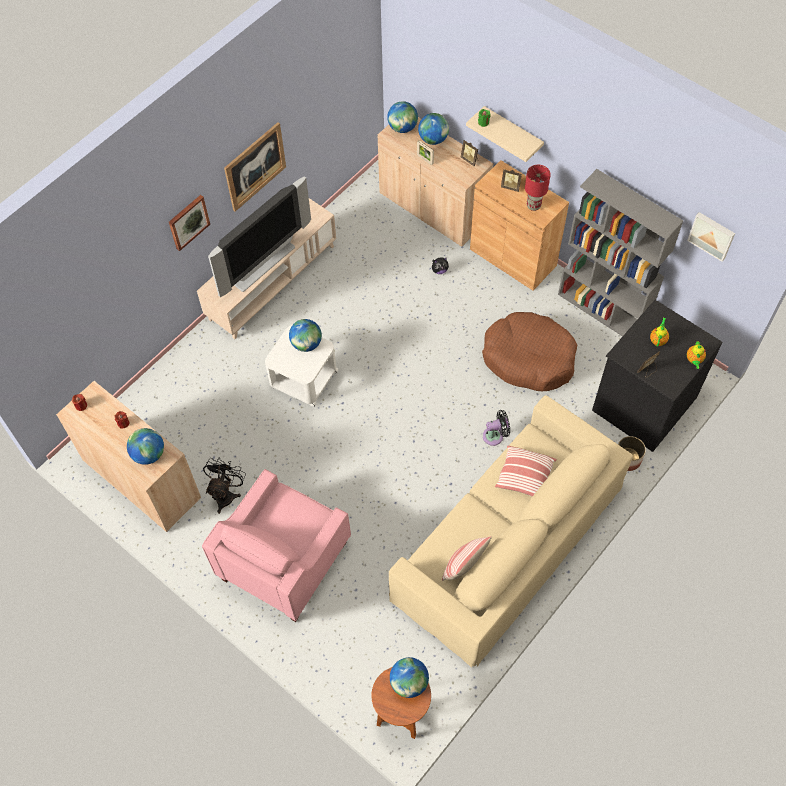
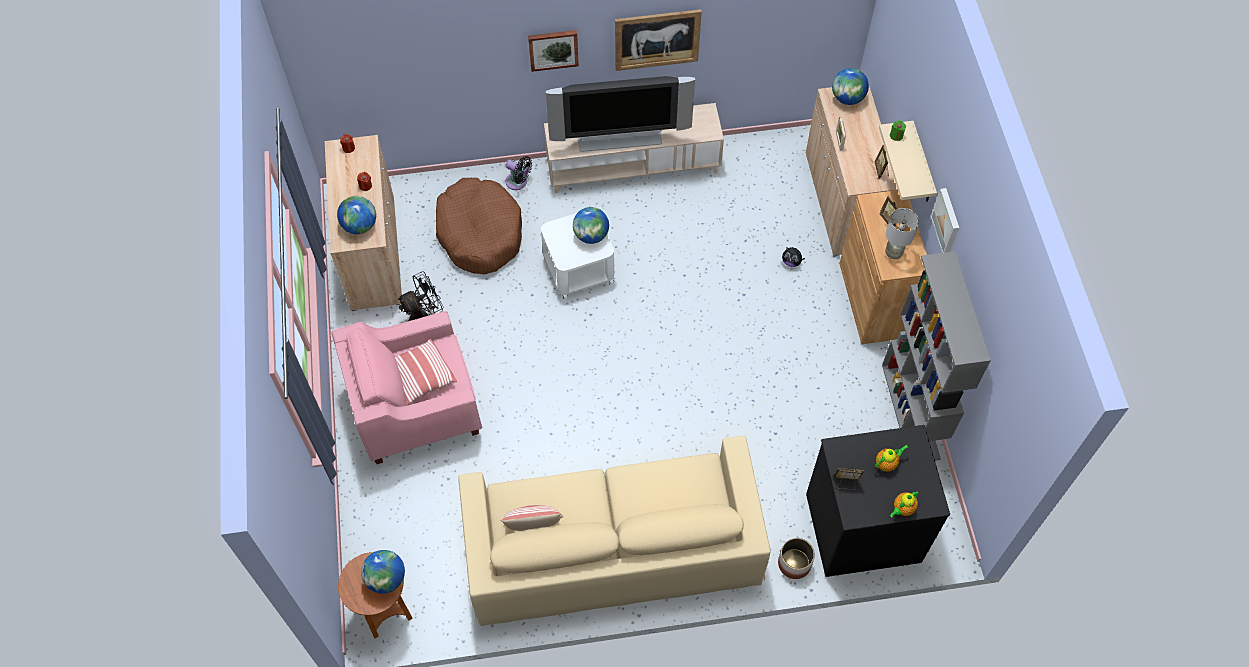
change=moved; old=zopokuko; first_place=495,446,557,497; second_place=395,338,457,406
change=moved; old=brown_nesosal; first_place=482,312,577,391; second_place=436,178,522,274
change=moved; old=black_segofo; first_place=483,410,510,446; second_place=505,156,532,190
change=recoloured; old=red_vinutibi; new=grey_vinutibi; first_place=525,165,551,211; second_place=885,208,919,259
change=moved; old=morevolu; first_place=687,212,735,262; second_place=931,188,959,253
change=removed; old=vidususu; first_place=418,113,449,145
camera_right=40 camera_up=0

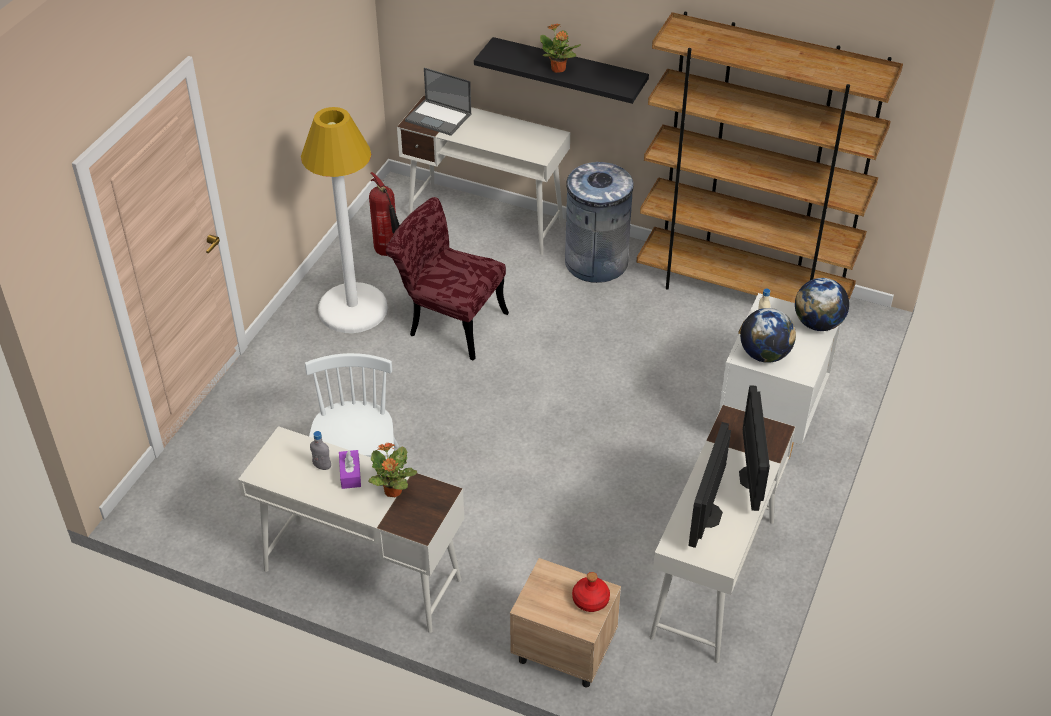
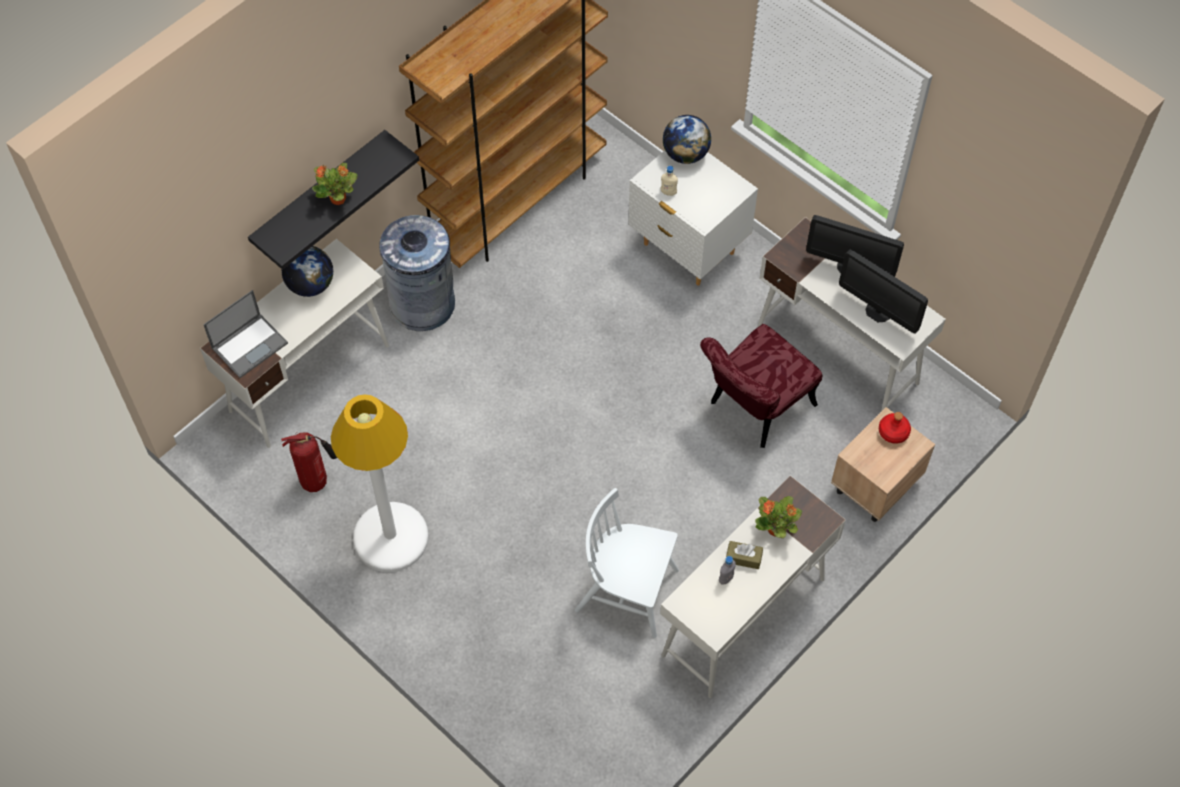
change=moved; old=vidususu; first_place=740,308,796,363; second_place=281,246,333,297
change=moved; old=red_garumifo; first_place=386,197,509,361; second_place=700,324,822,448
change=recoloured; old=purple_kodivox; new=brown_kodivox; first_place=339,450,361,489; second_place=726,541,763,569
camera_right=-70 camera_up=15

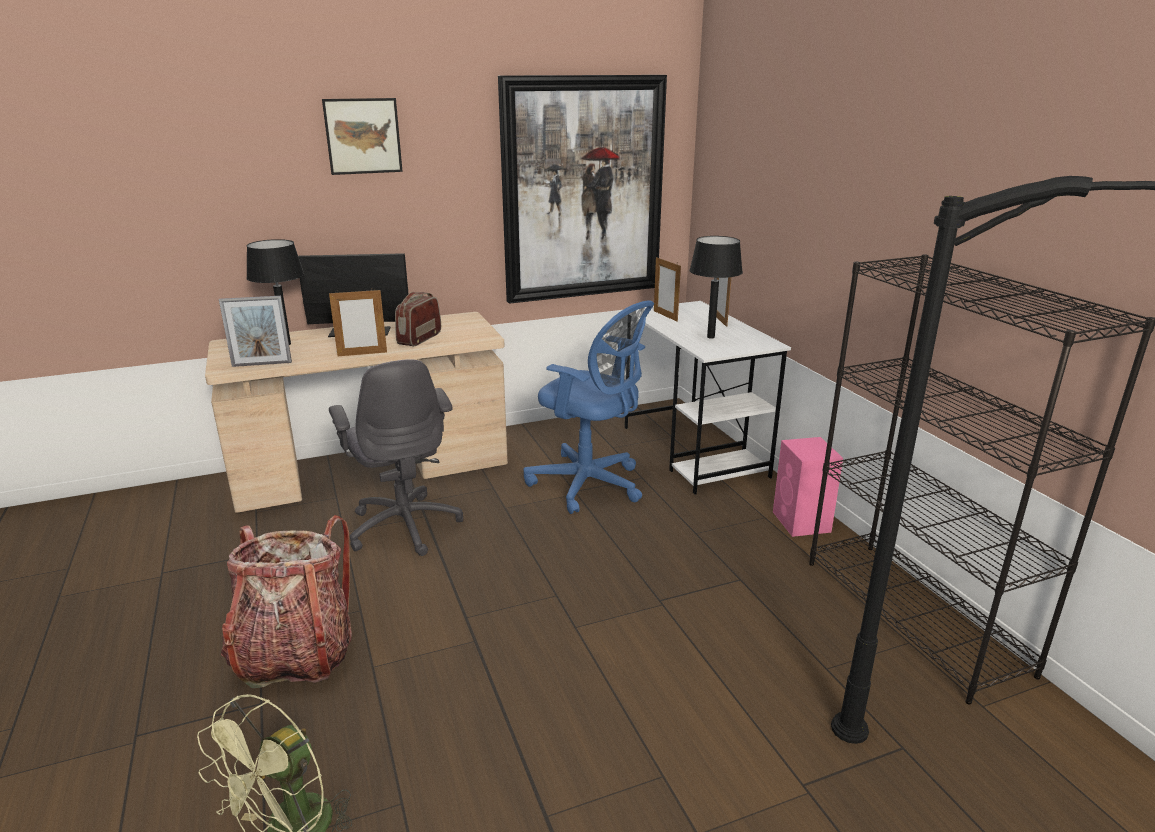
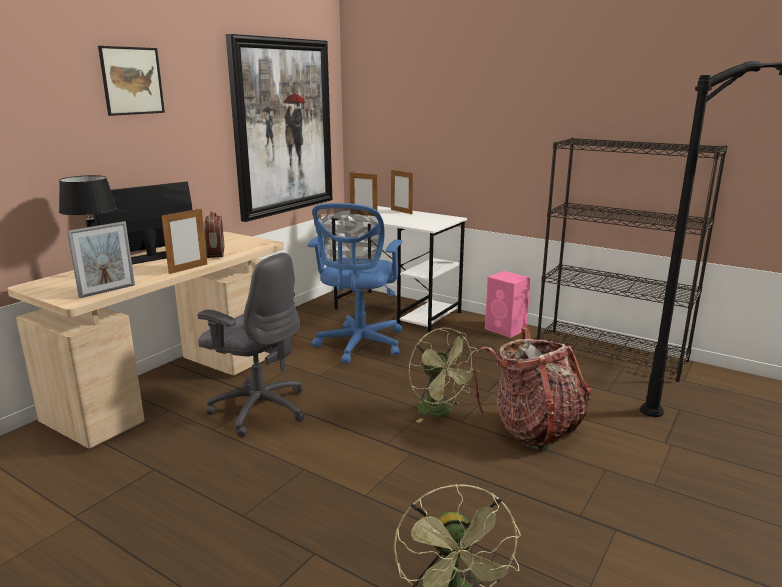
change=turned; old=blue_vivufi; first_place=523,300,654,514; second_place=307,203,403,364; degrees=105
change=added; new=green_segofo; second_place=409,328,479,423
change=moved; old=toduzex; first_place=221,515,352,688; second_place=473,326,591,450
change=removed; old=black_vinutibi; first_place=689,236,743,339
camera_right=-35 camera_up=-5

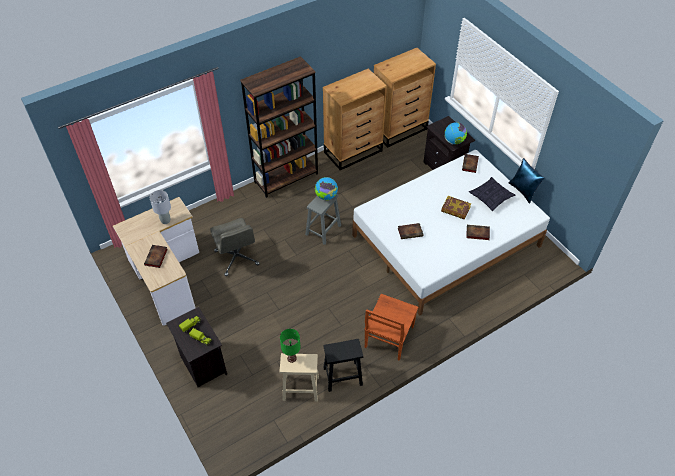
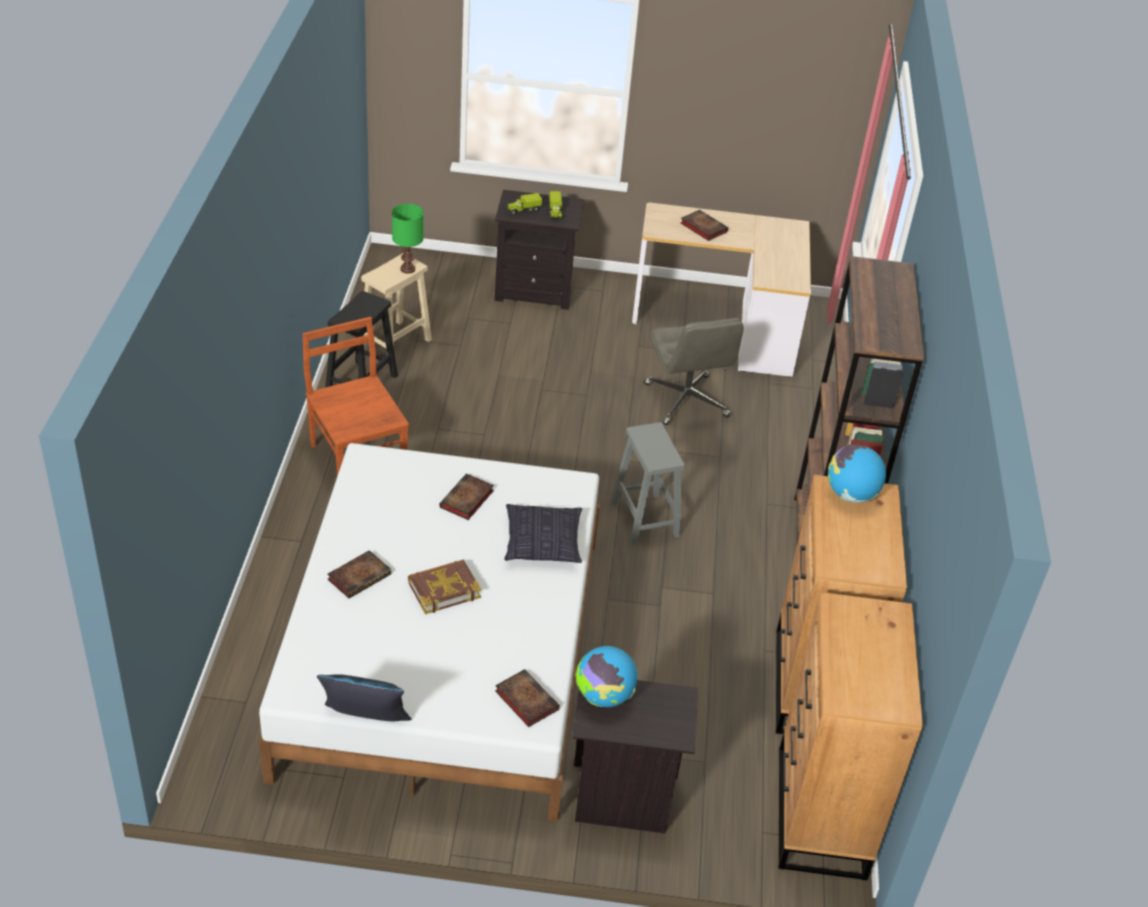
change=moved; old=zopokuko; first_place=469,177,515,211; second_place=504,504,582,563
change=turned; old=grey_vivufi; first_place=210,218,260,276; second_place=644,318,744,425; degrees=-120
change=moved; old=vidususu; first_place=315,177,338,200; second_place=828,444,886,503
change=removed; old=grey_vinutibi; first_place=150,190,171,224
camera_right=125 camera_up=-10

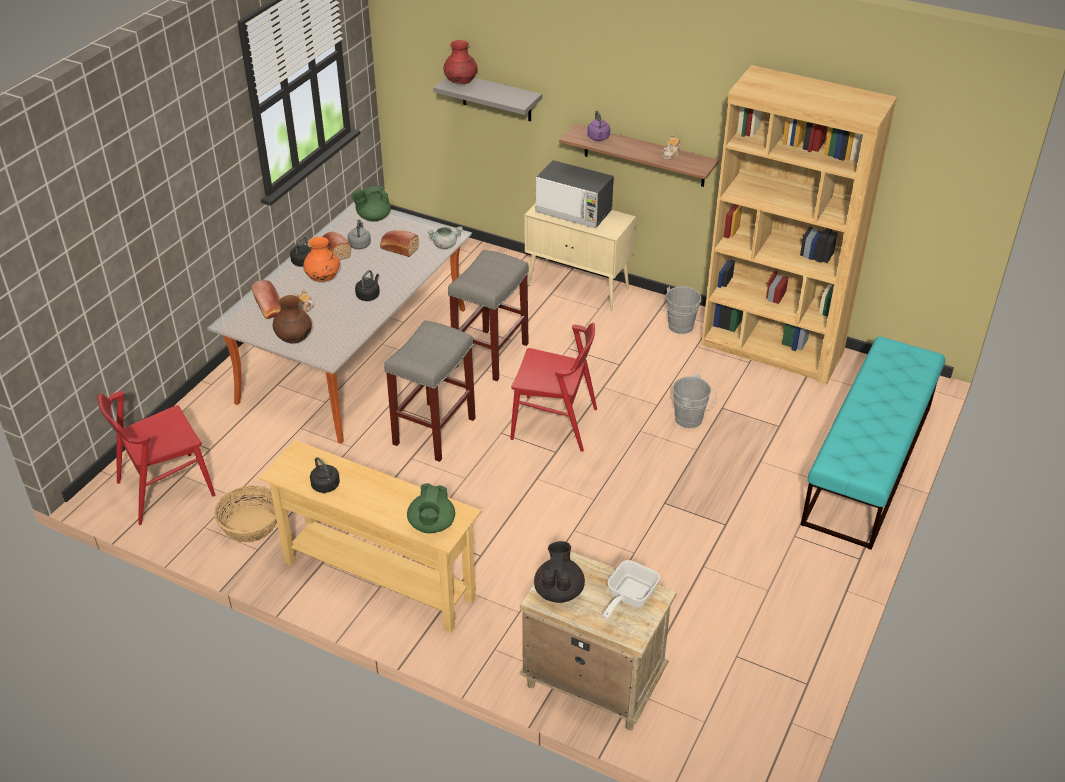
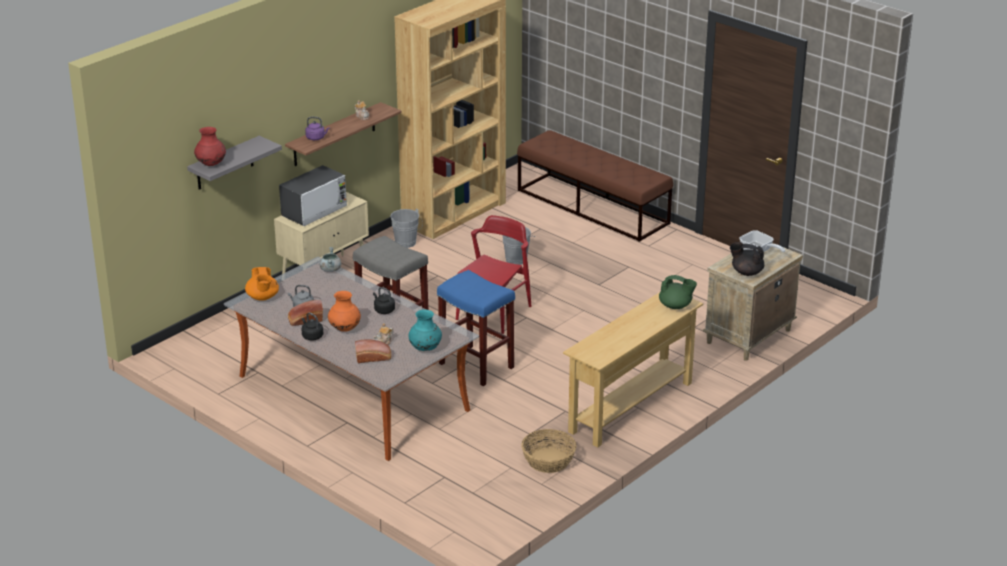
change=recoloured; old=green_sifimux; new=orange_sifimux; first_place=352,185,391,221; second_place=245,267,279,301
change=recoloured; old=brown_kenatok; new=turquoise_kenatok; first_place=273,295,312,343; second_place=408,309,442,351
change=recoloured; old=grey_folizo; new=blue_folizo; first_place=384,320,476,462; second_place=437,270,515,386
change=recoloured; old=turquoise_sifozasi; new=brown_sifozasi; first_place=801,336,945,550; second_place=517,130,673,242
change=removed; old=red_garumifo; first_place=97,391,215,525
change=removed; old=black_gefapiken; first_place=310,457,340,493
change=removed; old=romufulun; first_place=380,230,419,257
camera_right=-75 camera_up=-10

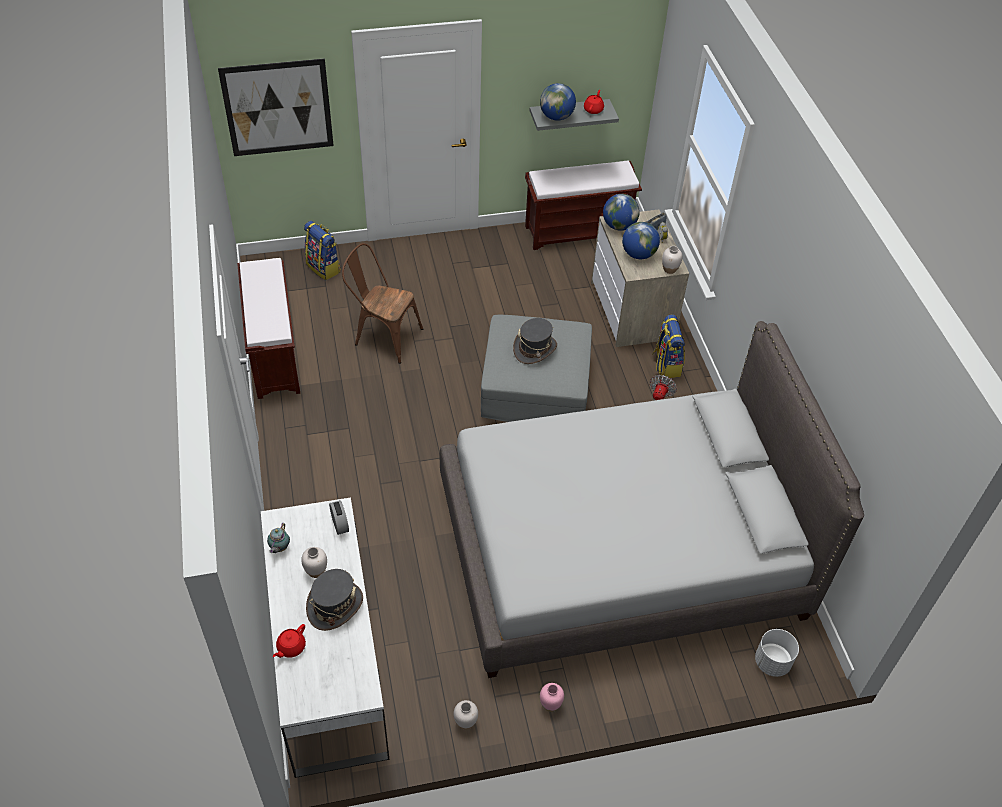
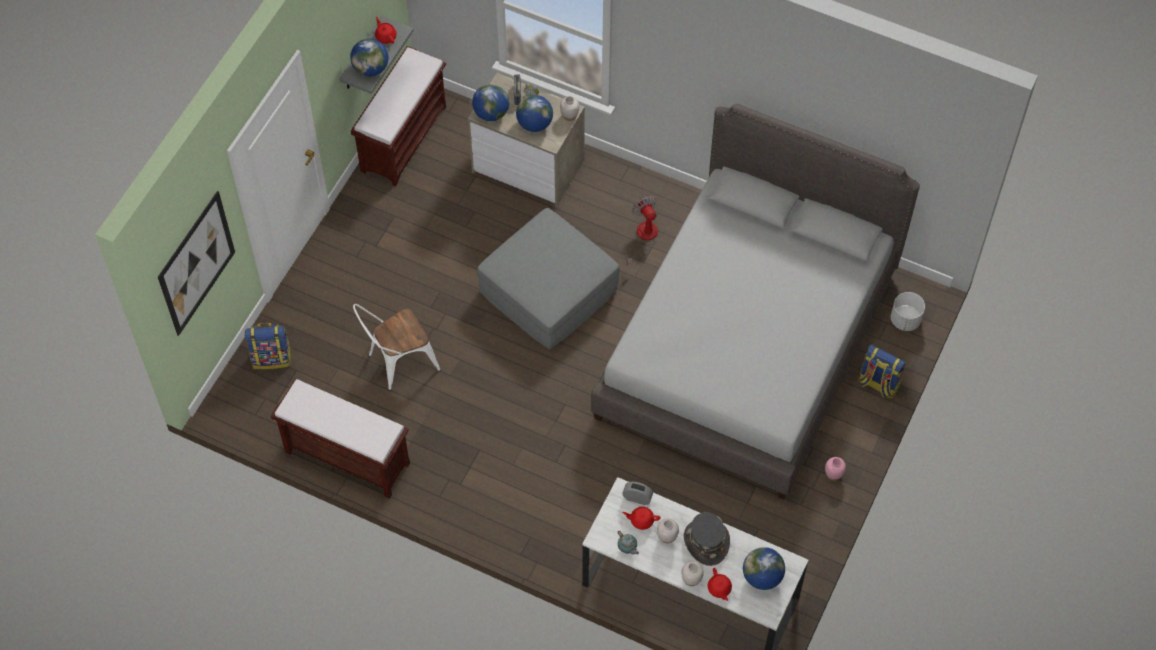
change=recoloured; old=brown_garumifo; new=white_garumifo; first_place=342,243,423,364; second_place=353,304,440,391
change=added; new=red_sifimux; second_place=622,506,661,530
change=moved; old=white_kenatok; first_place=454,700,478,730; second_place=681,561,704,586
change=added; new=vidususu; second_place=743,547,785,590
change=moved; old=toduzex; first_place=652,314,685,378; second_place=858,344,906,399
change=removed; old=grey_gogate; first_place=513,318,557,364
camera_right=-50 camera_up=10

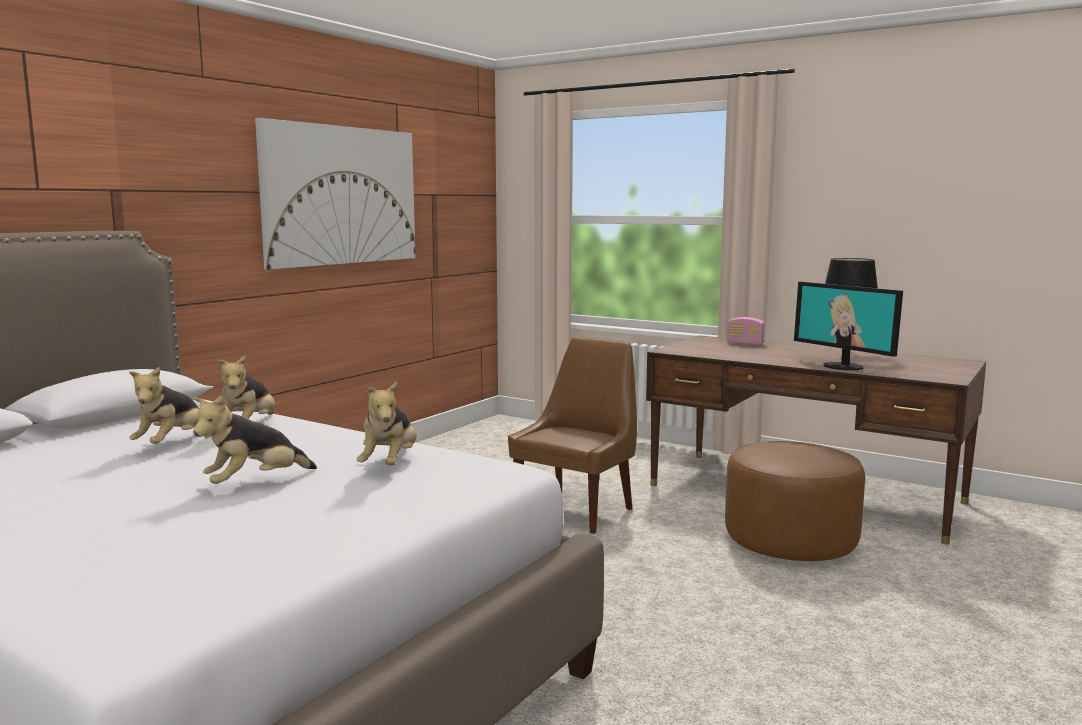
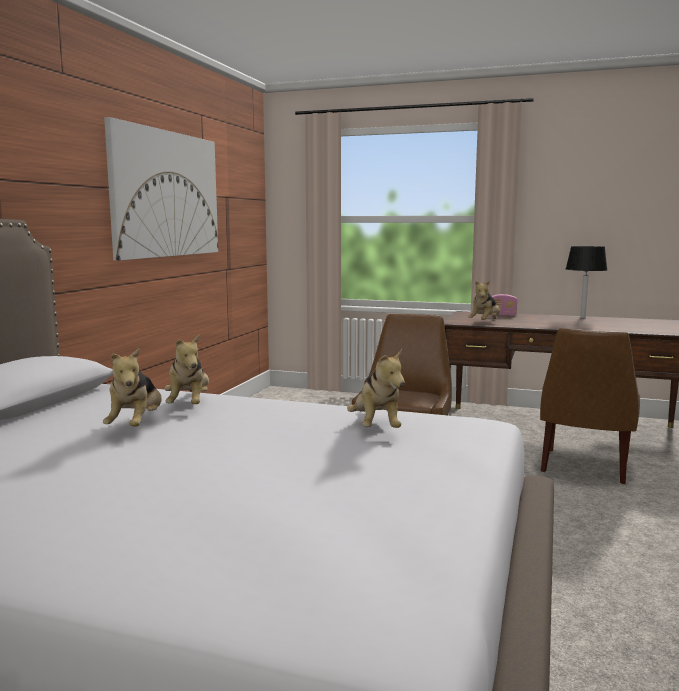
change=moved; old=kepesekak; first_place=193,395,317,484; second_place=468,280,500,320
change=replaced; old=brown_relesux; new=brown_garumifo; first_place=725,441,865,561; second_place=540,328,640,484
change=removed; old=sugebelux; first_place=794,282,903,370
camera_right=-15 camera_up=0

